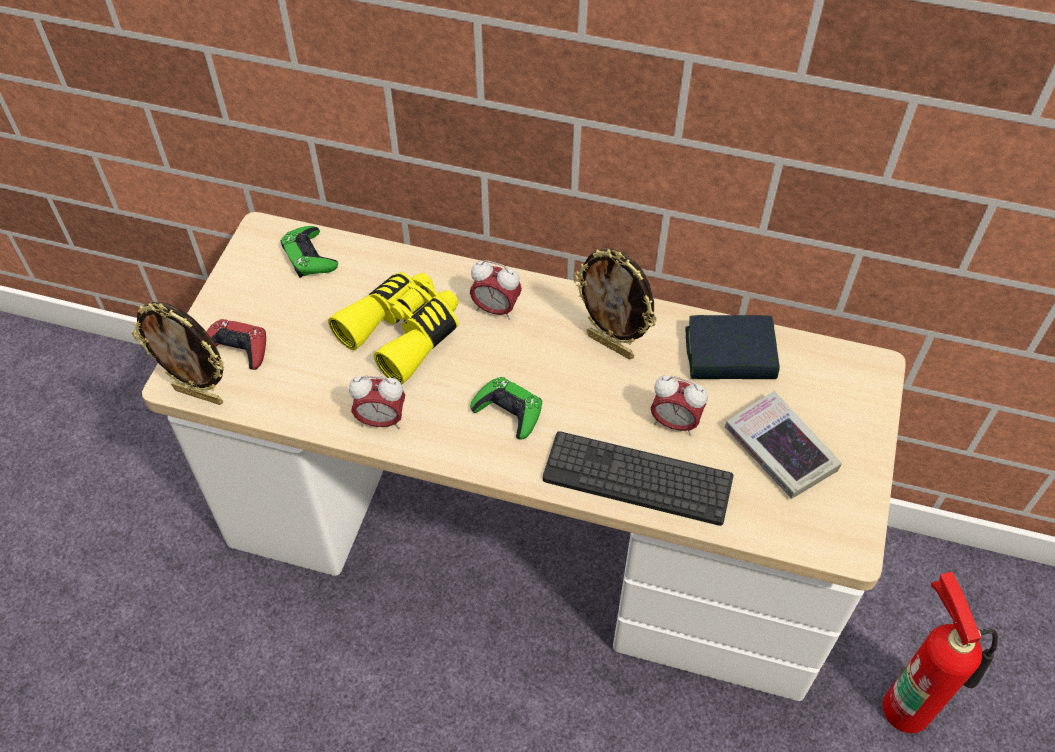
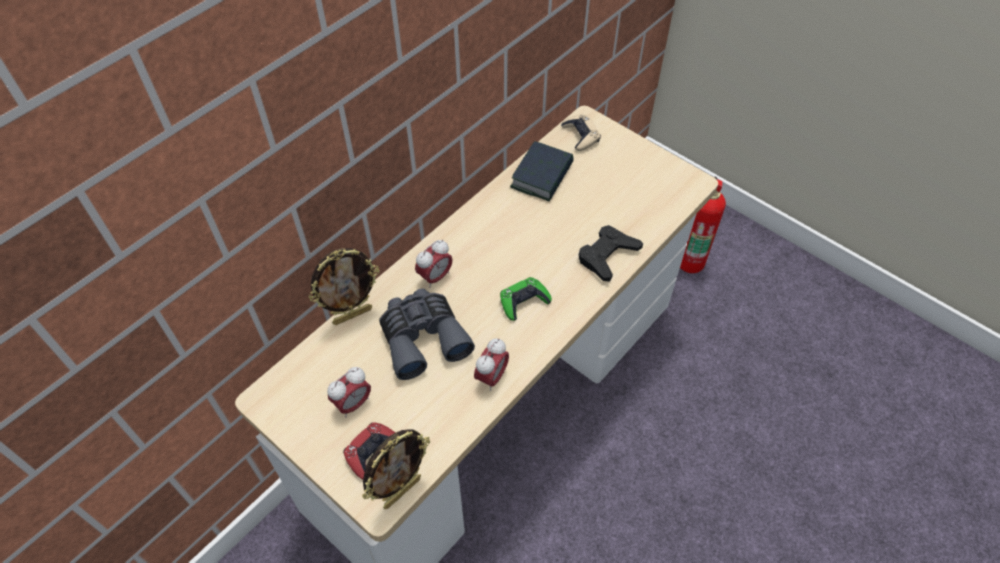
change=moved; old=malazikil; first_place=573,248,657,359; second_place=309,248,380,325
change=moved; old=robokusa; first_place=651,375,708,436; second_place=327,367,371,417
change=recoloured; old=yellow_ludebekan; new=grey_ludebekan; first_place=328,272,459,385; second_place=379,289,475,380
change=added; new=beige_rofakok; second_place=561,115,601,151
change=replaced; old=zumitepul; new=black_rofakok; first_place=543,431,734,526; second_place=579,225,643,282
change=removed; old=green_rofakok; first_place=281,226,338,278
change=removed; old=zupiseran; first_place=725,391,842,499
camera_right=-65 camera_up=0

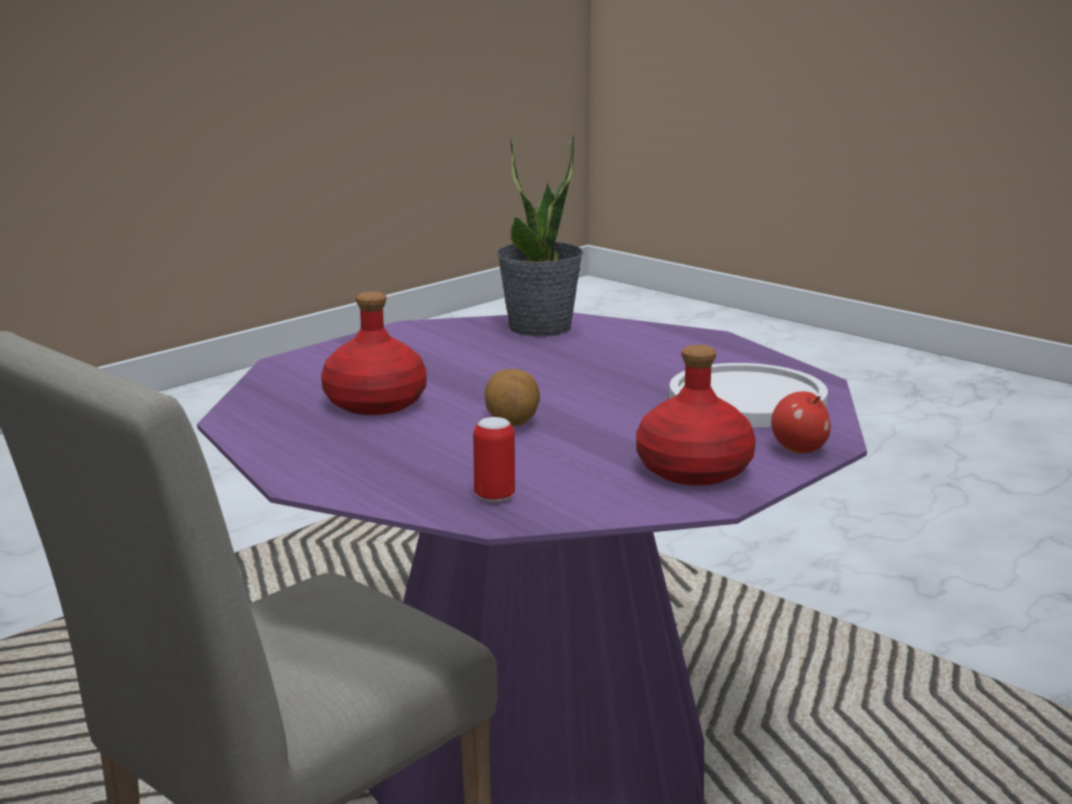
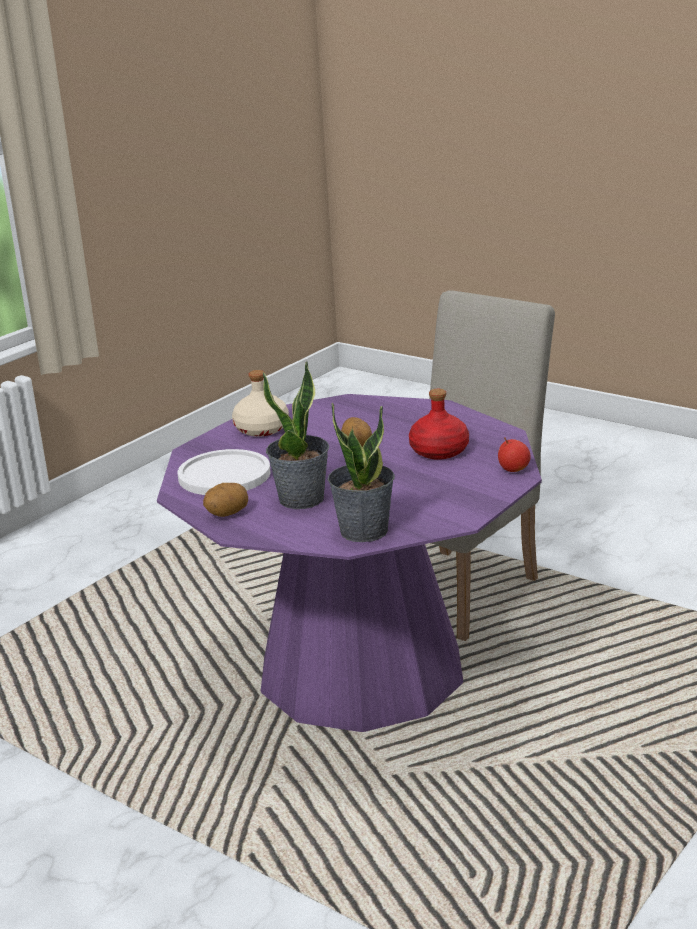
change=added; new=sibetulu; second_place=203,483,248,517
change=recoloured; old=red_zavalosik; new=beige_zavalosik; first_place=636,345,756,485; second_place=232,370,289,437
change=added; new=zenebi; second_place=263,361,329,509
change=moved; old=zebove; first_place=771,391,831,453; second_place=498,437,531,472
change=removed; old=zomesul; first_place=473,417,515,502
camera_right=175 camera_up=5

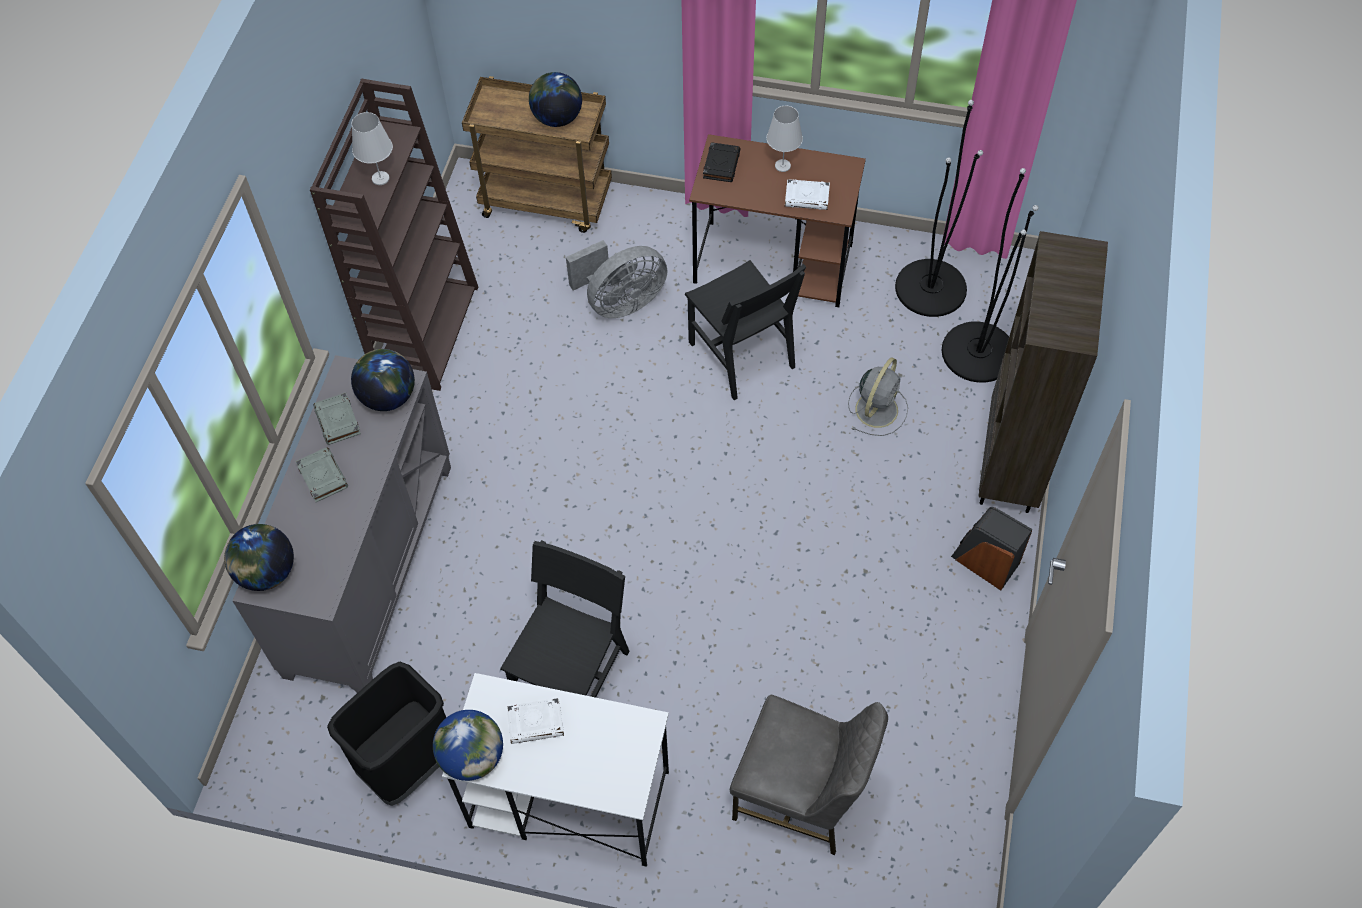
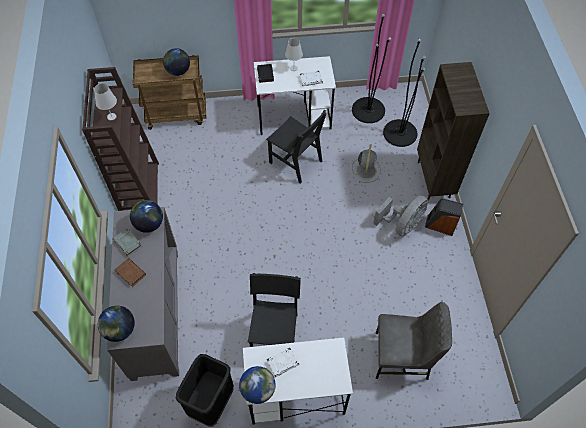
change=recoloured; old=grey_zupiseran; new=brown_zupiseran; first_place=295,447,348,502; second_place=115,258,146,287
change=recoloured; old=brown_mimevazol; new=white_mimevazol; first_place=689,134,866,307; second_place=253,56,336,135
change=moved; old=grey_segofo; first_place=566,240,668,318; second_place=373,195,429,237
camera_right=-20 camera_up=0

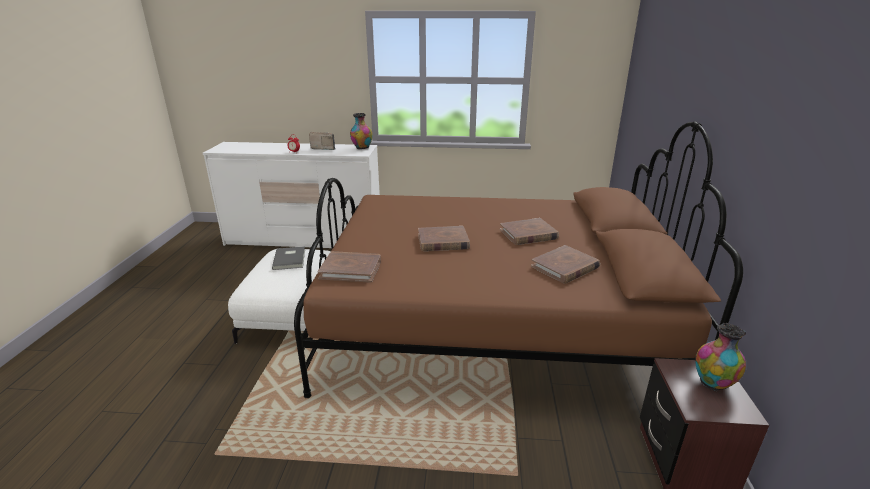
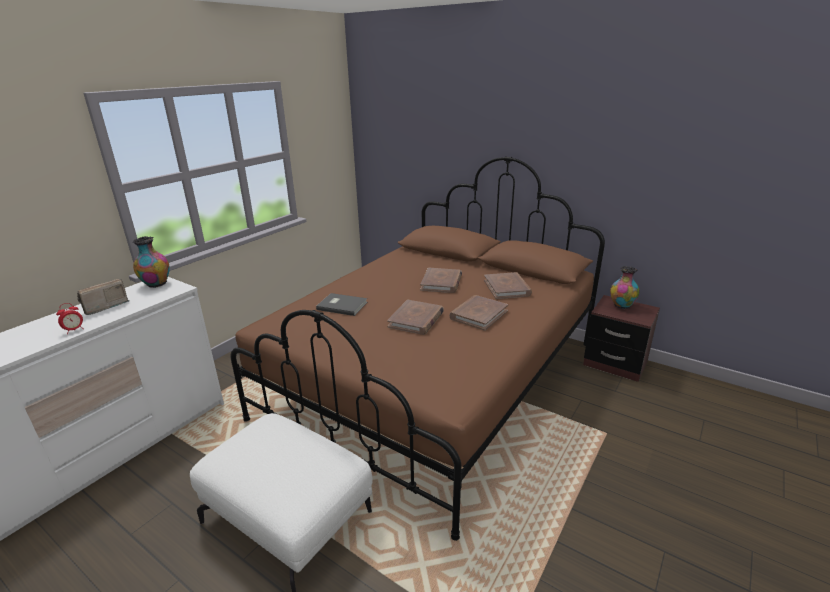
change=moved; old=grey_zupiseran; first_place=272,246,305,270; second_place=316,293,367,316
change=moved; old=brown_zupiseran; first_place=317,251,381,283; second_place=449,295,508,331
camera_right=-60 camera_up=0

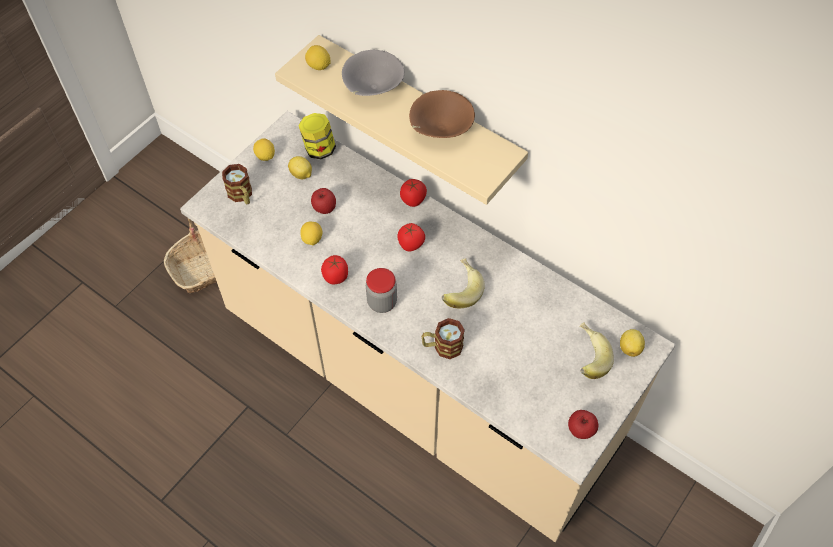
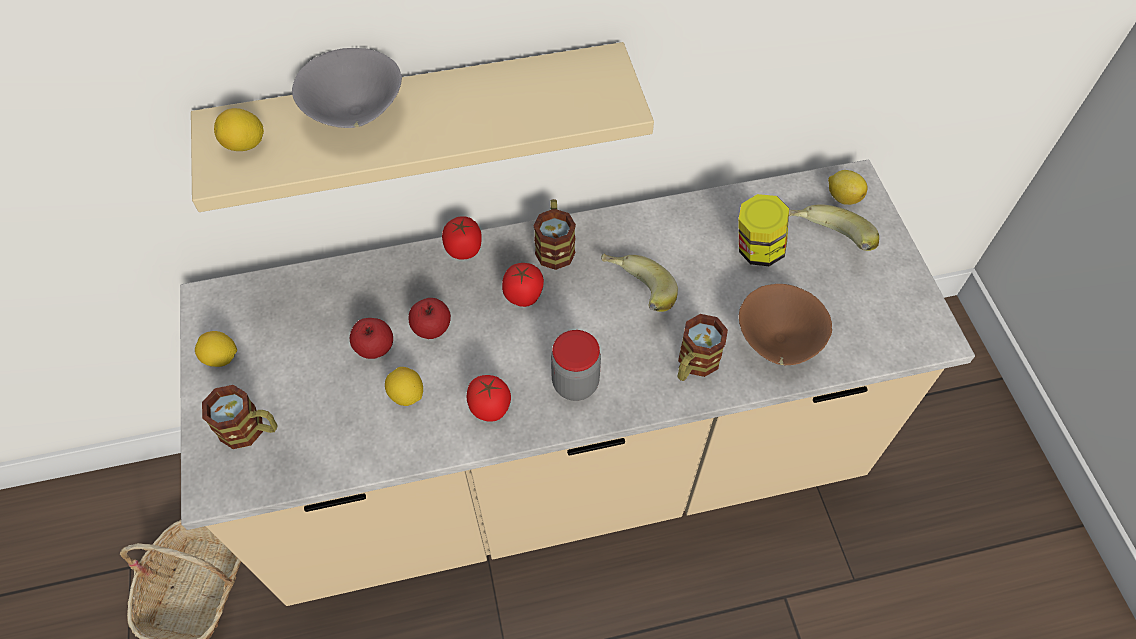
change=moved; old=zebove; first_place=568,410,598,439; second_place=409,298,451,339
change=added; new=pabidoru; second_place=534,199,576,270
change=moved; old=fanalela; first_place=298,113,336,159; second_place=738,194,789,266
change=moved; old=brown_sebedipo; first_place=409,90,475,138; second_place=739,284,832,366
change=removed; old=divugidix; first_place=288,156,312,179
camera_right=-50 camera_up=0

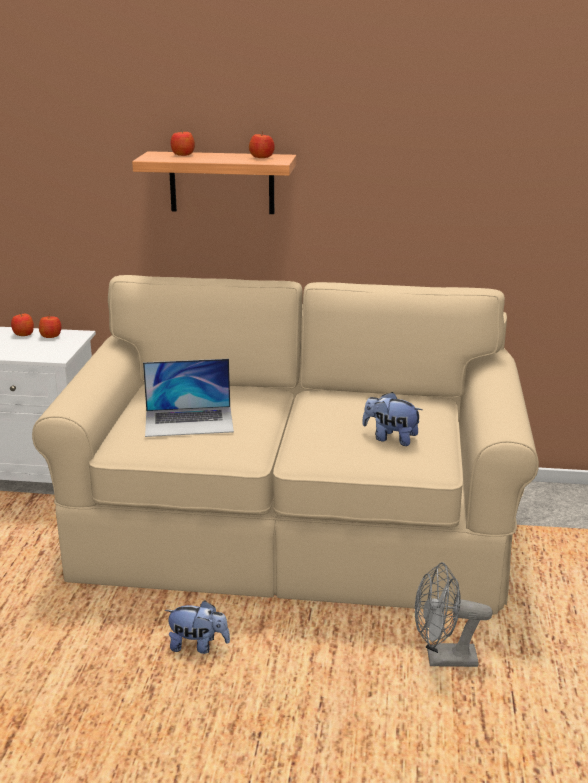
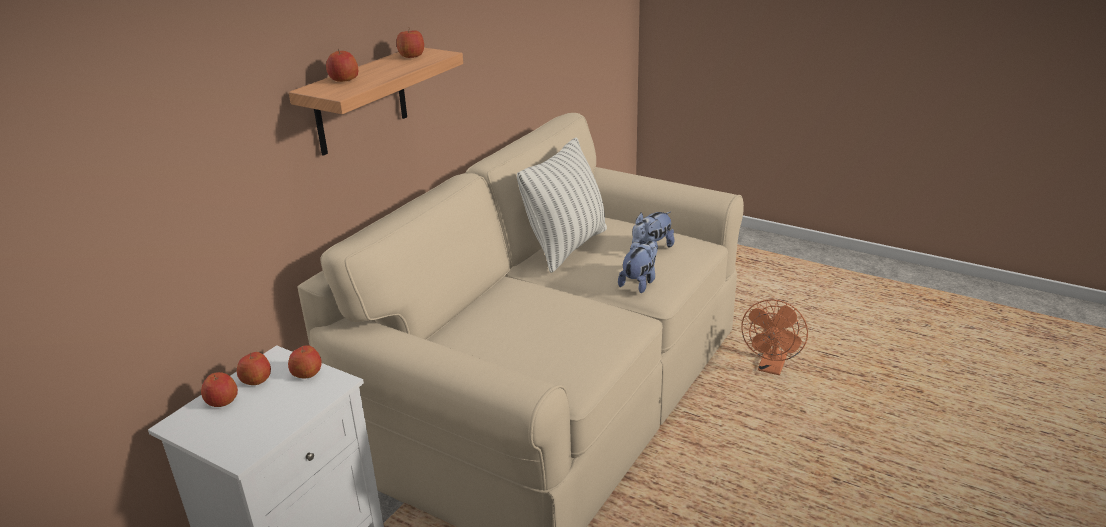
change=added; new=zebove; second_place=288,345,322,378
change=added; new=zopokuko; second_place=517,137,607,273
change=moved; old=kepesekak; first_place=165,601,230,654; second_place=618,241,657,293
change=recoloured; old=grey_segofo; new=orange_segofo; first_place=415,562,493,667; second_place=741,300,808,376
change=removed; old=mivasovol; first_place=143,359,234,437
camera_right=-65 camera_up=5

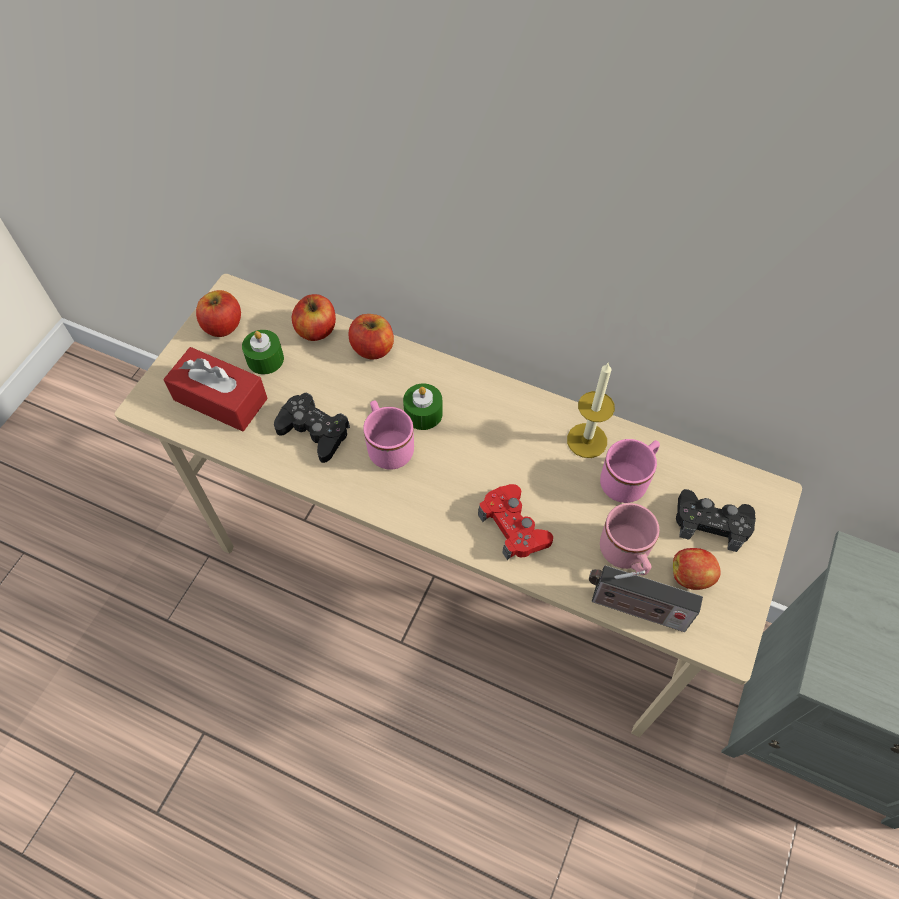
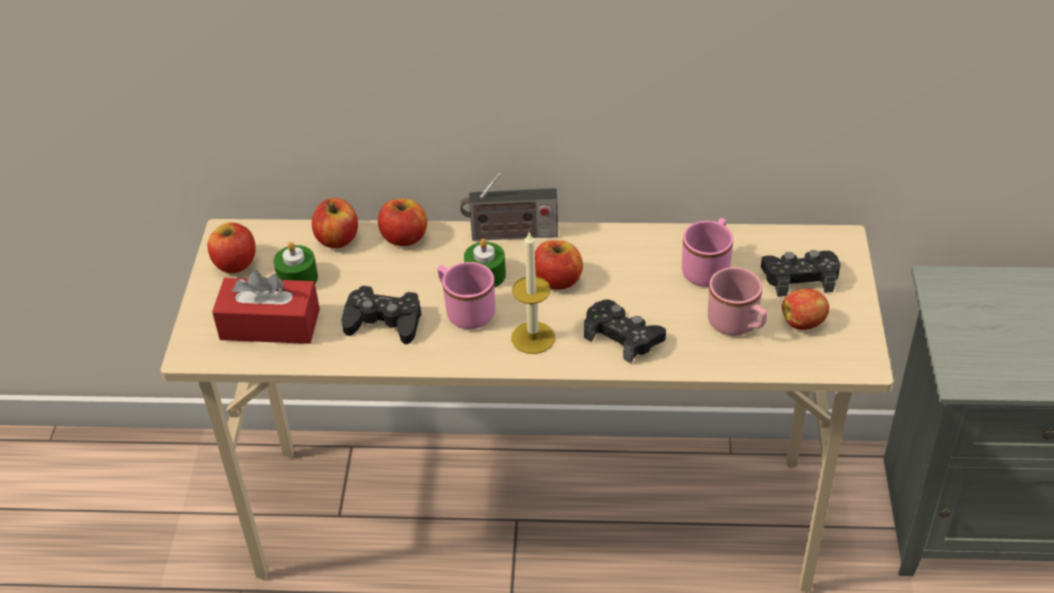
change=moved; old=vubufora; first_place=589,565,703,632; second_place=460,173,558,241
change=moved; old=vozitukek; first_place=567,362,615,458; second_place=511,233,555,354
change=added; new=zebove; second_place=535,240,583,290
change=recoloured; old=red_rofakok; new=black_rofakok; first_place=478,484,553,560; second_place=584,299,666,363
camera_right=-20 camera_up=-15

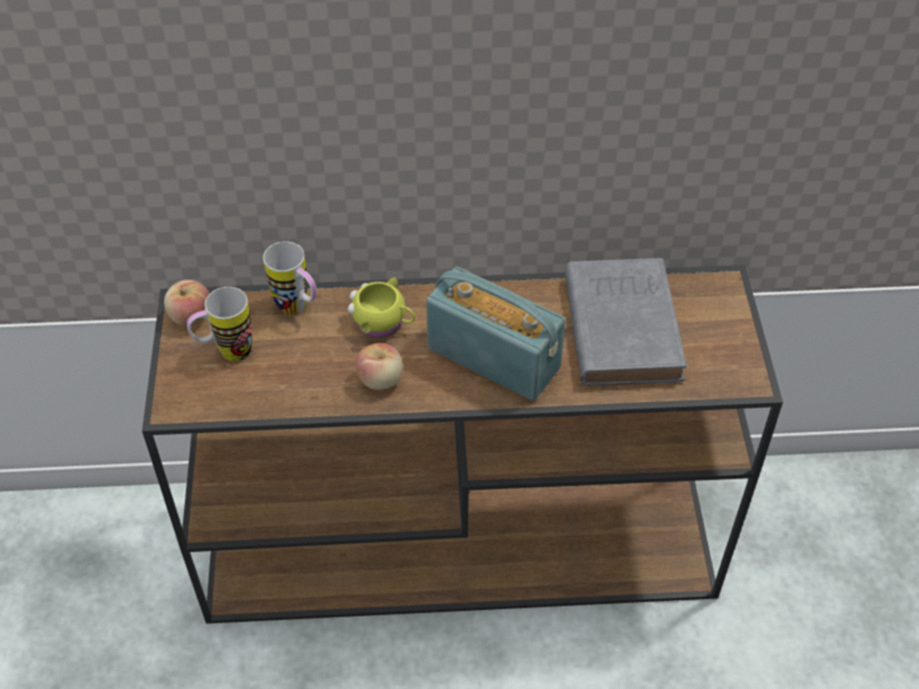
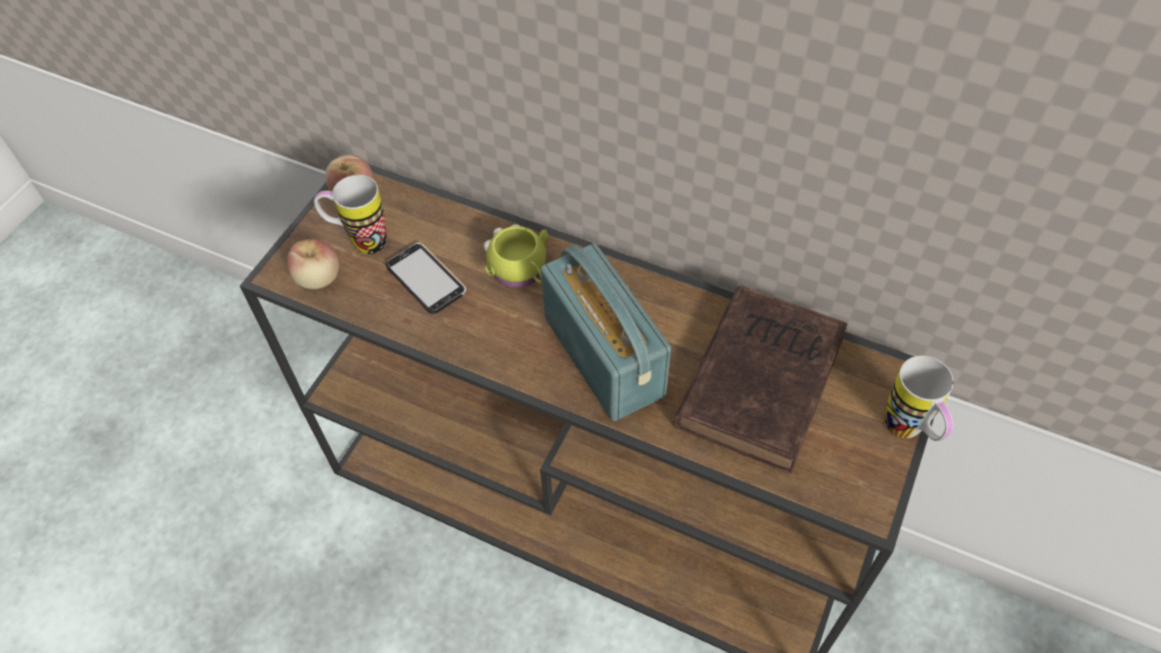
change=moved; old=zebove; first_place=355,343,403,390; second_place=287,239,339,289
change=added; new=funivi; second_place=386,242,466,314
change=recoloured; old=grey_zupiseran; new=brown_zupiseran; first_place=565,258,687,386; second_place=674,286,847,473
change=moved; old=pabidoru; first_place=263,241,317,315; second_place=885,356,954,441
camera_right=30 camera_up=5

